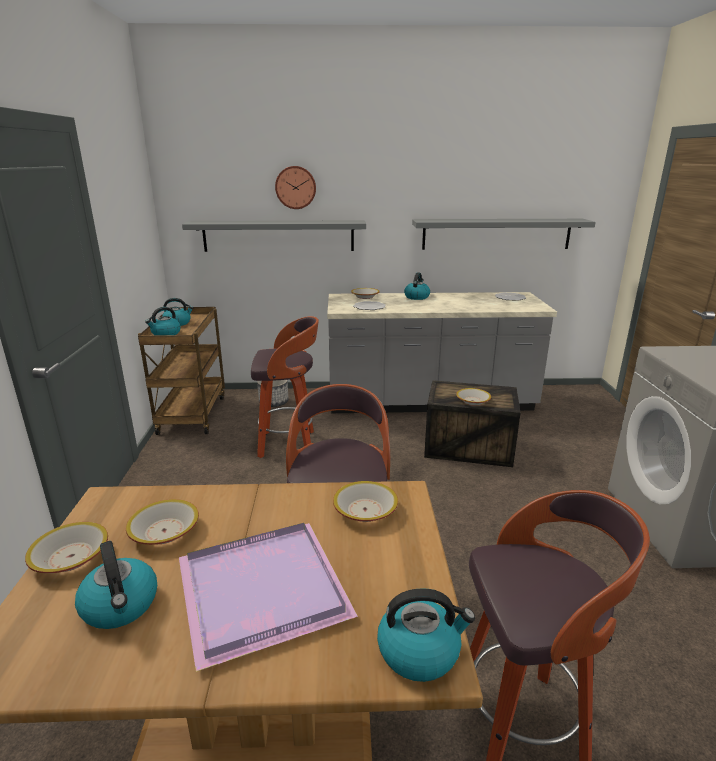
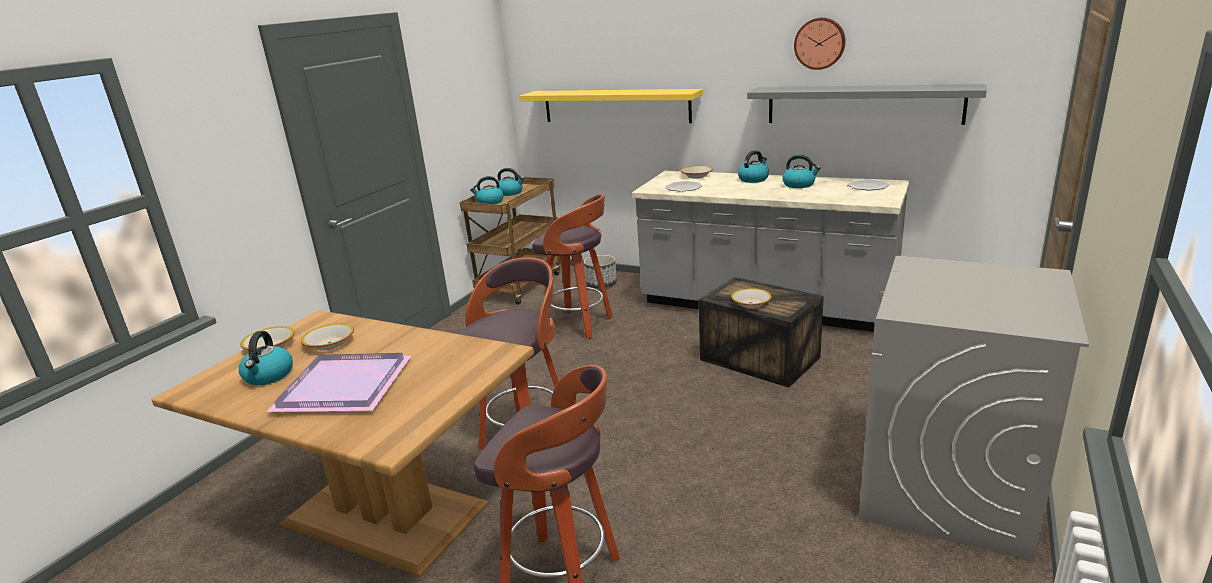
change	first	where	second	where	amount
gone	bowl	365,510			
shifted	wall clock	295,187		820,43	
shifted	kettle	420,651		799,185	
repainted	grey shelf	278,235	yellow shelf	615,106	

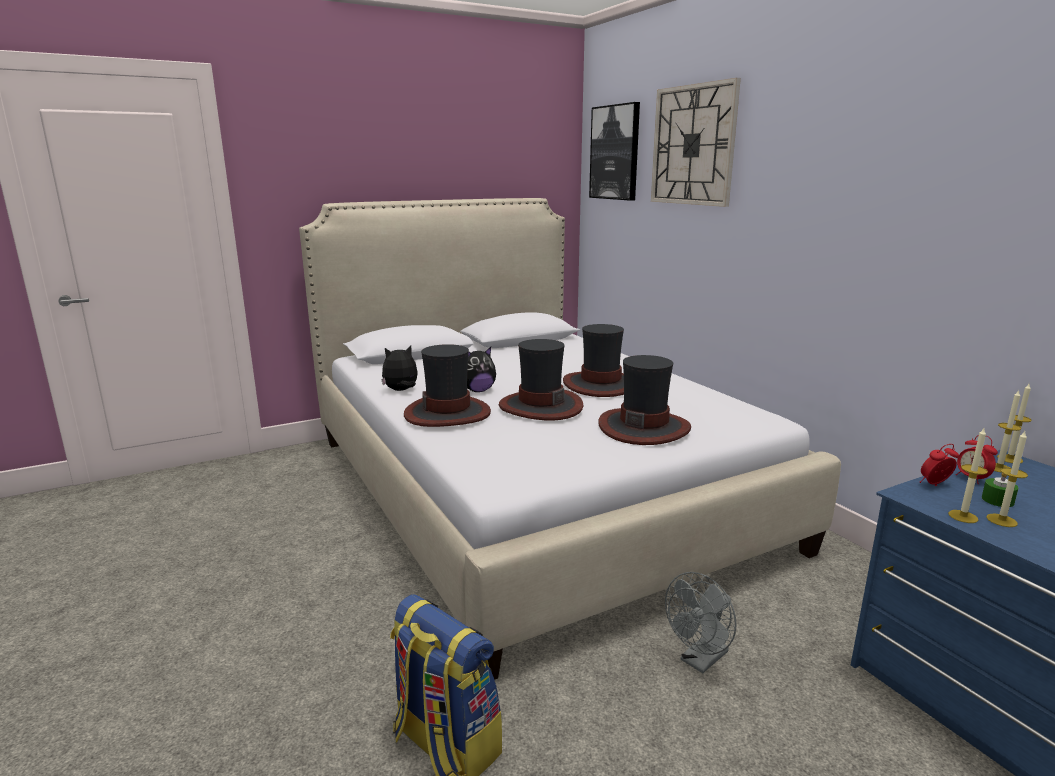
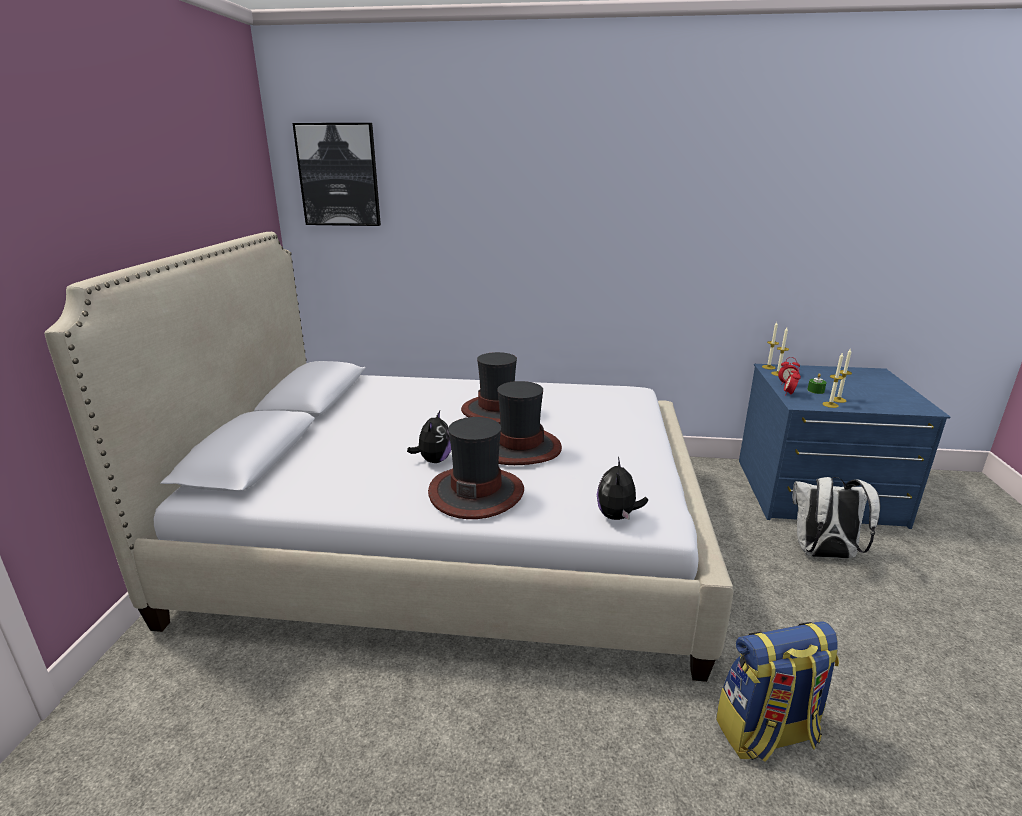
change	first	where	second	where	amount
gone	hat	644,427			
gone	wall clock	693,145			
gone	grey fan	700,661			
new			white backpack	823,554	
shifted	plush toy	401,390		617,516	

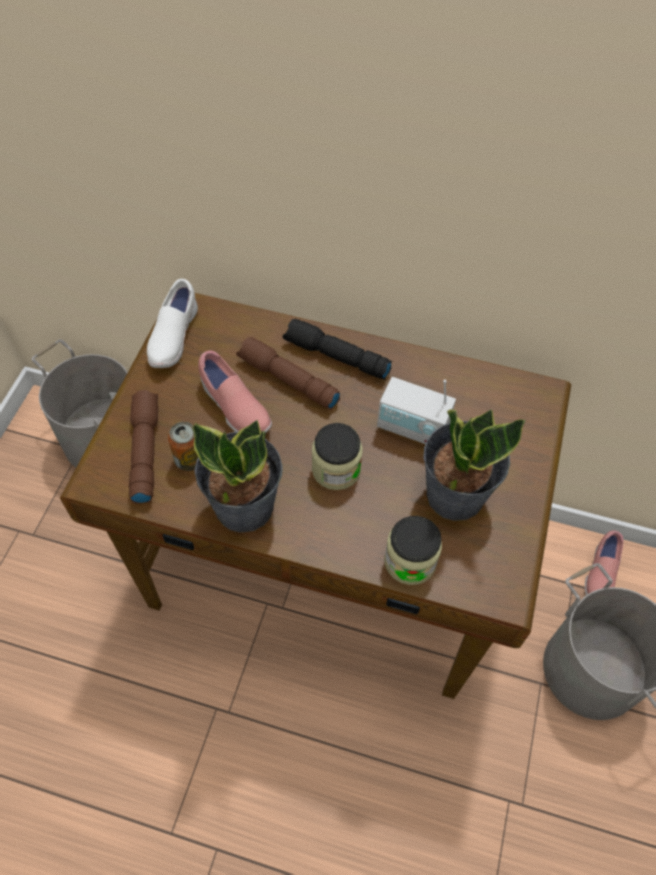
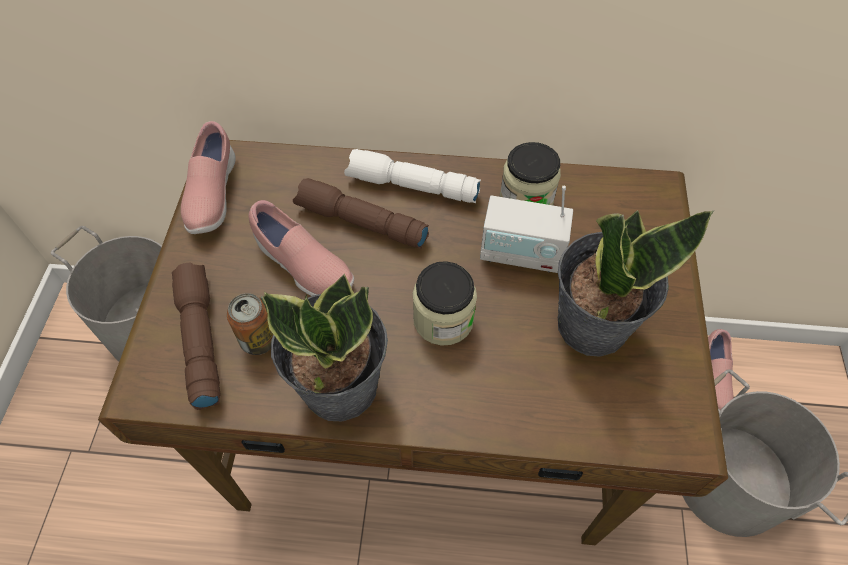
change	first	where	second	where	amount
shifted	jar	410,561		526,199	
repainted	white shoe	173,338	pink shoe	212,195	
repainted	black flashlight	335,357	white flashlight	411,187	

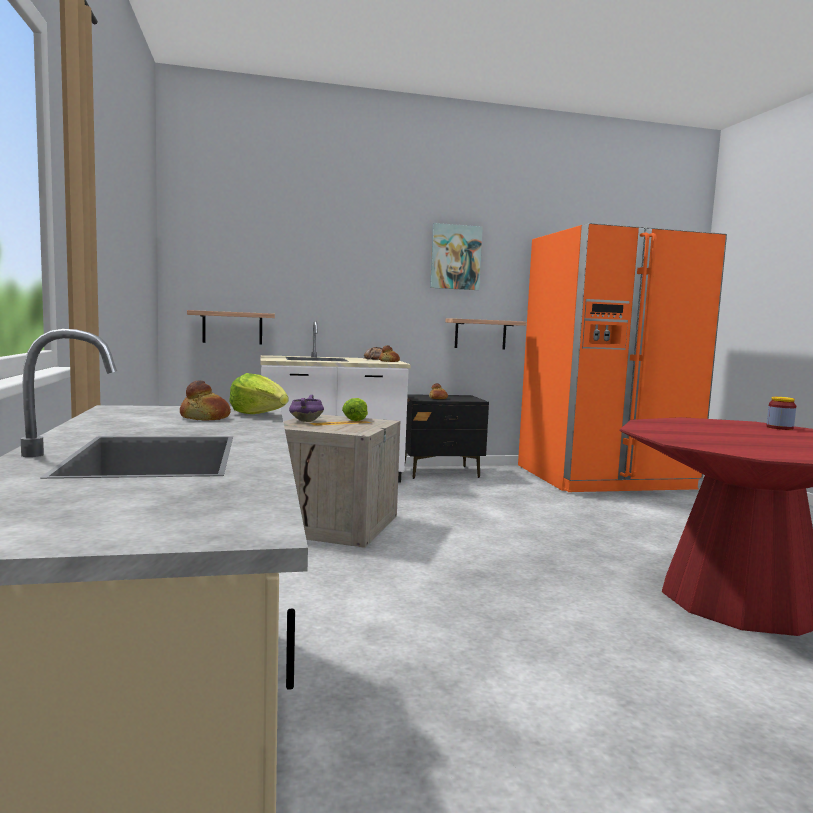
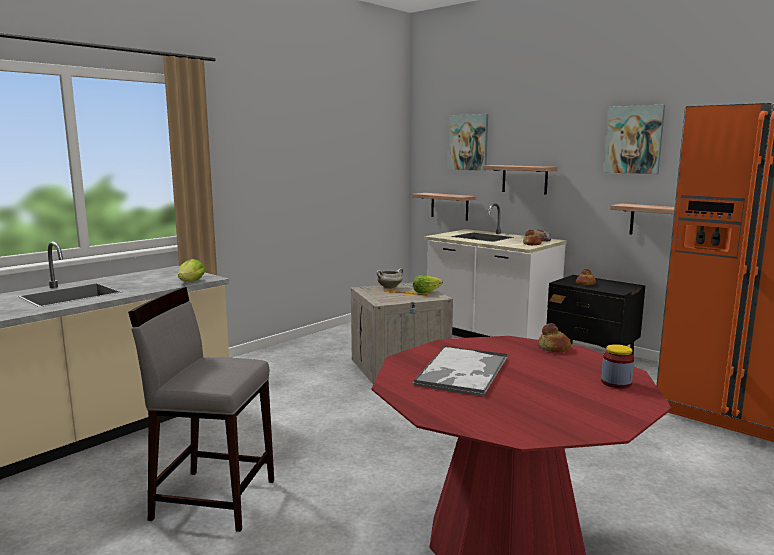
change	first	where	second	where	amount
new			grey stool	213,498	
new			tray	462,372	
new			picture	468,142	
new			shelf	524,179	
shifted	bread	205,418		554,348	
repainted	purple cooking pot	306,421	white cooking pot	389,287	

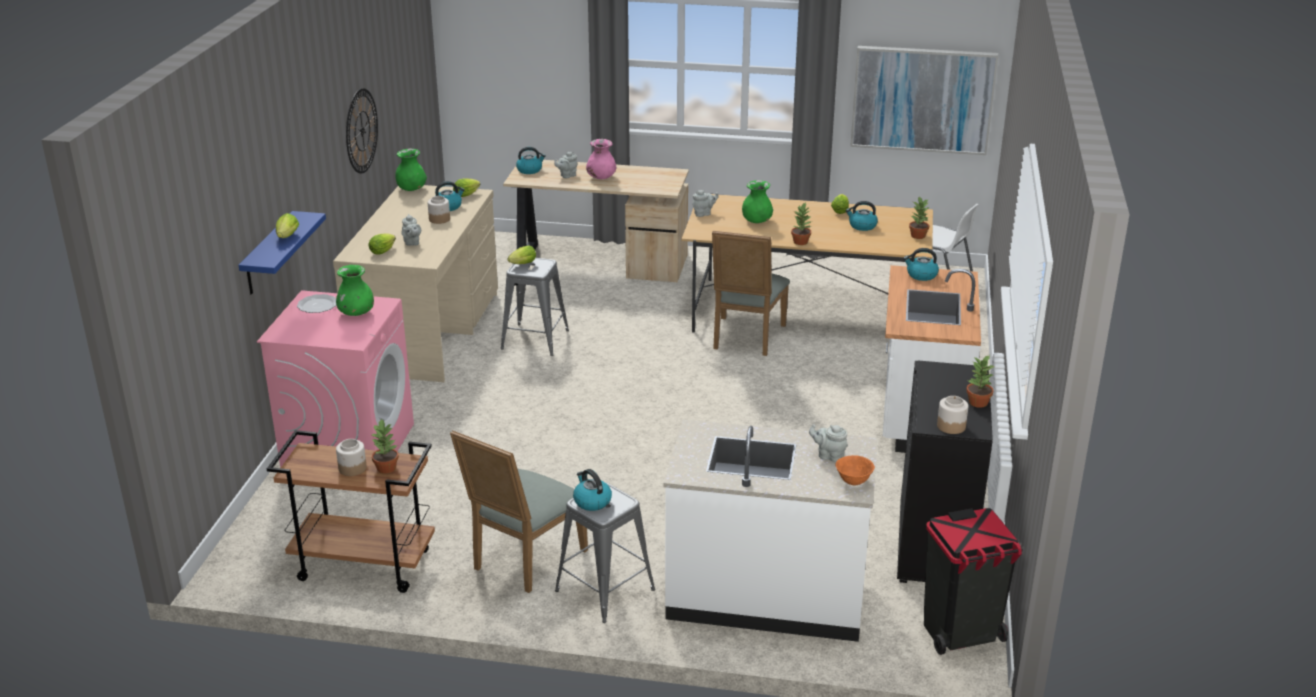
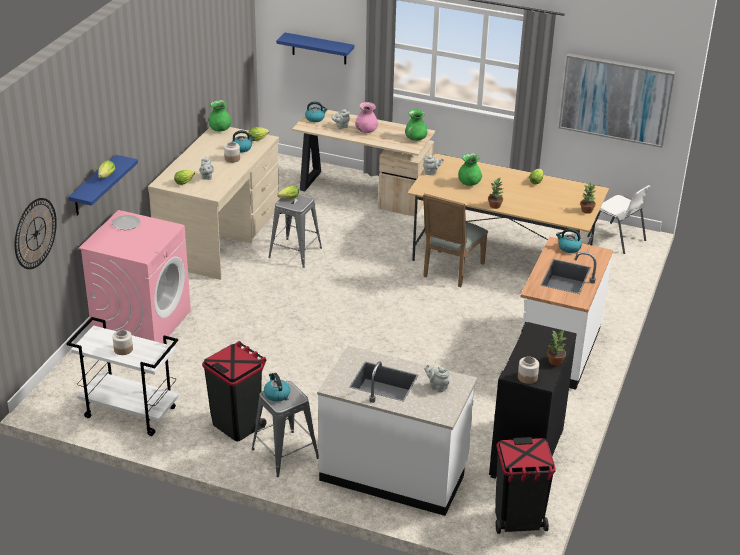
change	first	where	second	where	amount
gone	potted plant	387,468			
gone	orange bowl	853,481			
gone	kettle	862,226			
new			blue shelf	319,48	
shifted	green vase	356,313		415,139	
shifted	wall clock	361,131		35,233	
swapped	grey chair	524,561	black trash can	237,424	
repainted	brown cart	362,566	white cart	129,413	

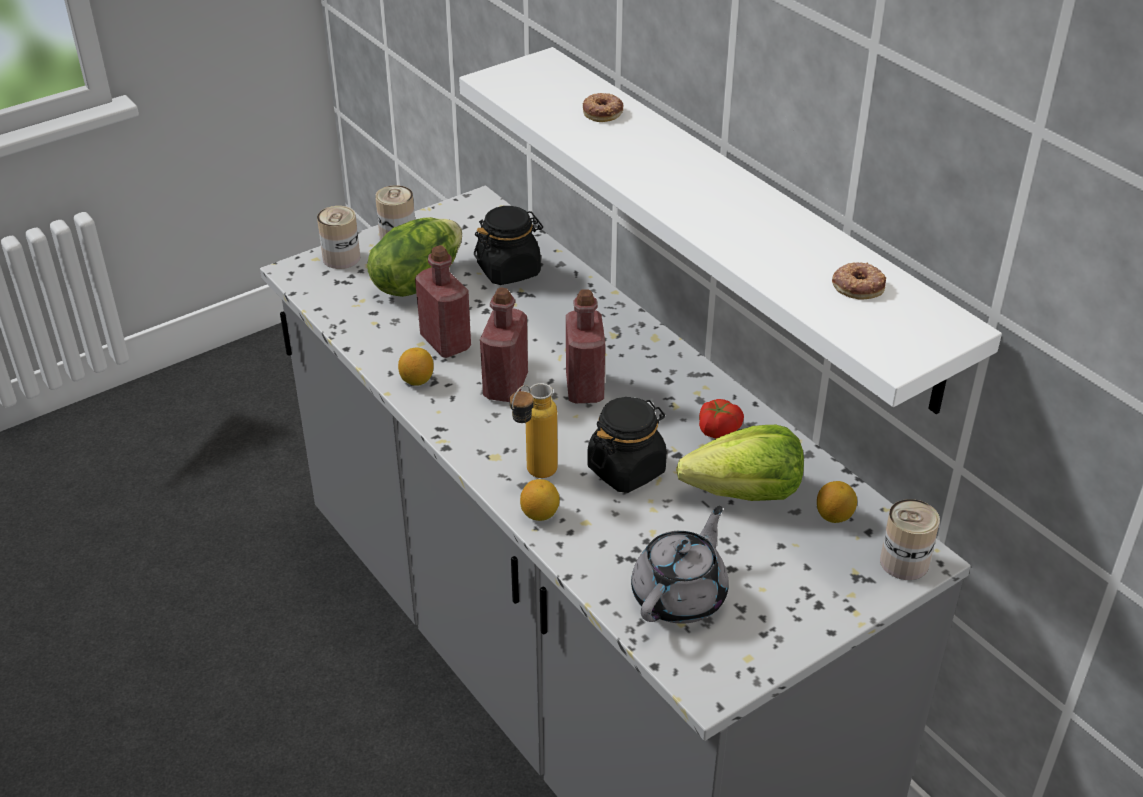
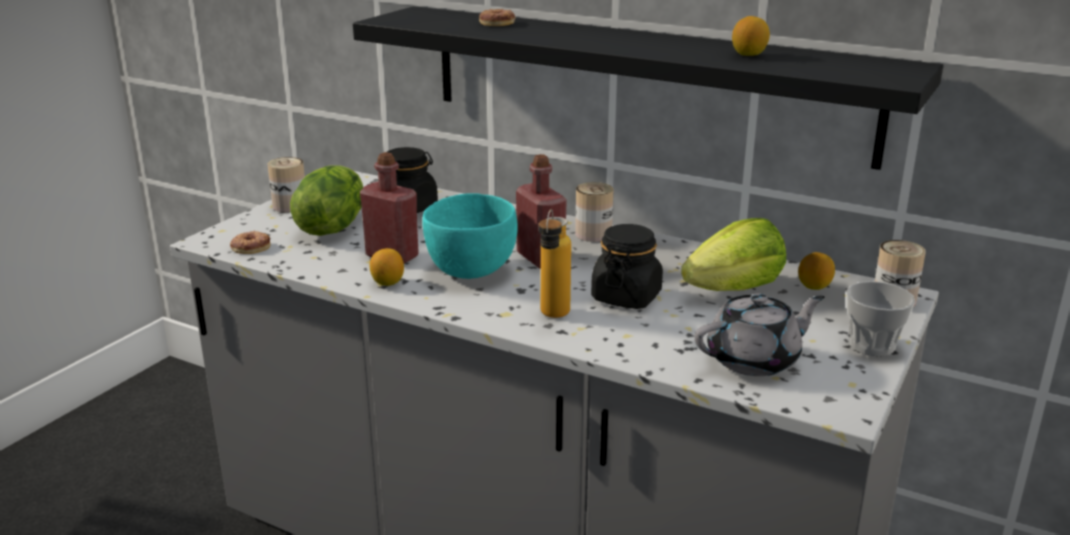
change	first	where	second	where	amount
gone	tomato	717,429			
new			cup	872,345	
shifted	can	341,258		593,234	
shifted	lemon	540,514		748,55	
shifted	donut	858,285		251,247	
swapped	red bottle	505,386	turquoise bowl	472,271	
repainted	white shelf	740,220	black shelf	642,82	
rotated	grey teapot	680,595		755,360	60 degrees clockwise

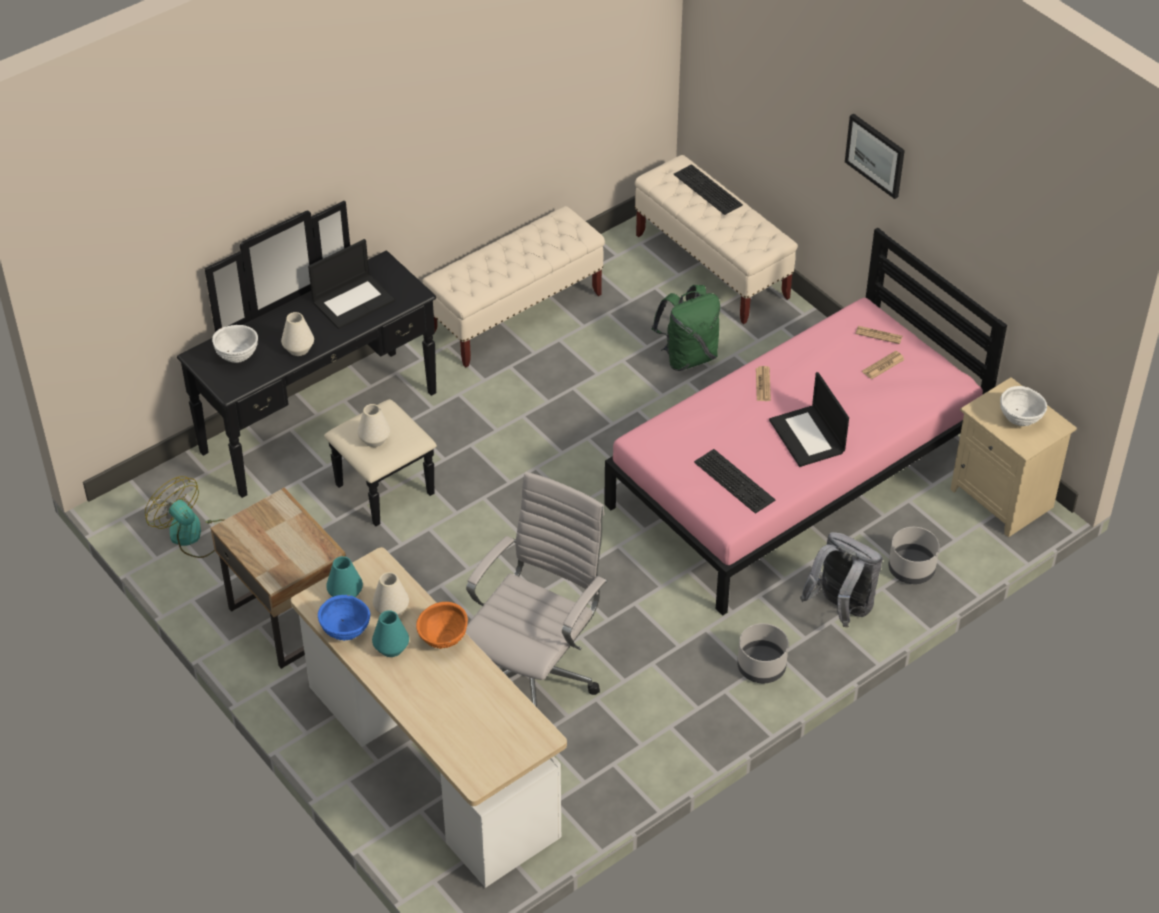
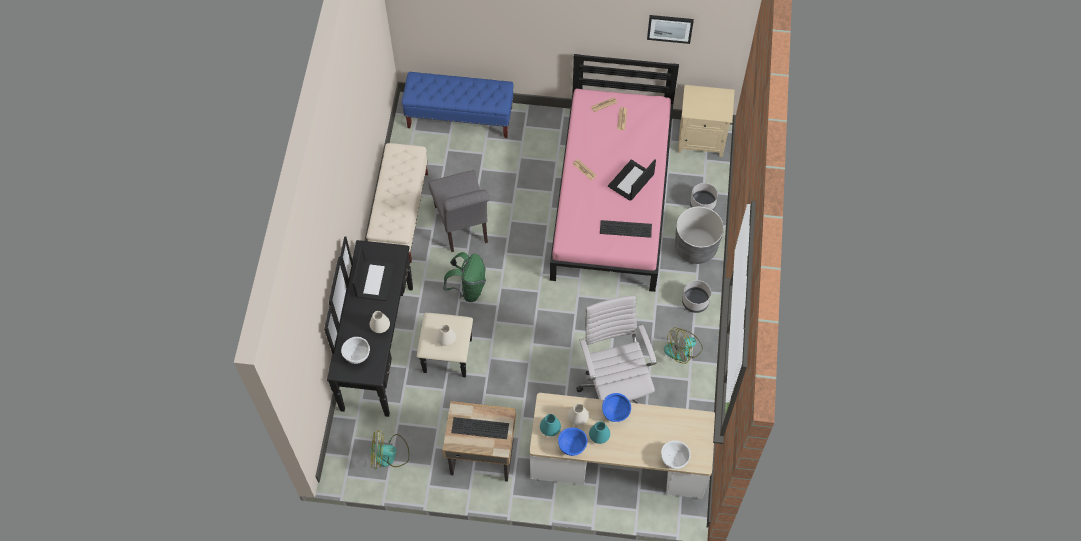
change	first	where	second	where	amount
new			grey chair	463,227	
new			fan	683,349	
shifted	green backpack	688,356		468,288	
shifted	keyboard	706,190		479,429	
shifted	picture	875,155		670,28	
shifted	white bowl	1019,420		674,460	
swapped	grey backpack	840,608	grey planter	695,247	
repainted	orange bowl	443,640	blue bowl	615,413	
repainted	beige bench	712,267	blue bench	460,118	
rotated	laptop	808,437		631,181	105 degrees clockwise

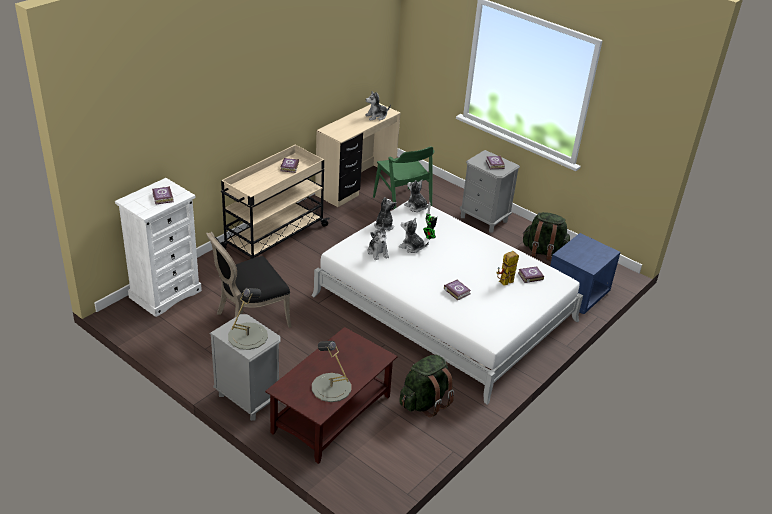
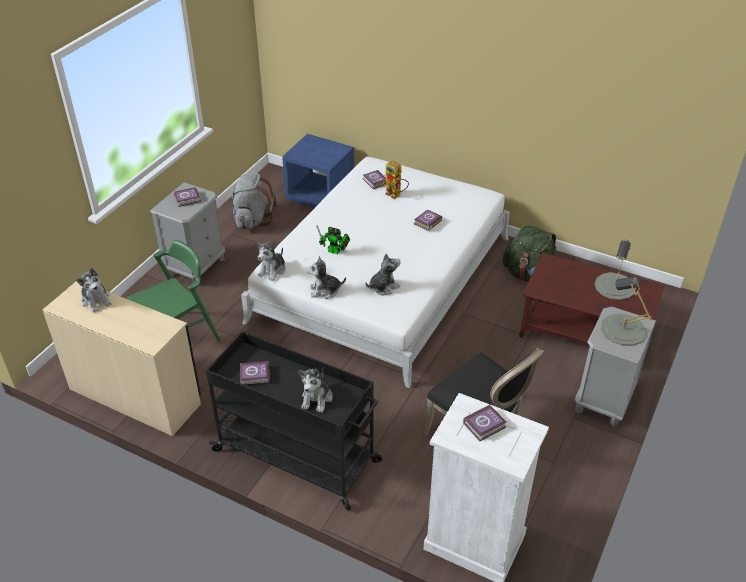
change	first	where	second	where	amount
shifted	plush toy	412,247		317,398	
repainted	beige cart	273,238	black cart	298,456	
repainted	green backpack	543,252	grey backpack	252,220	

